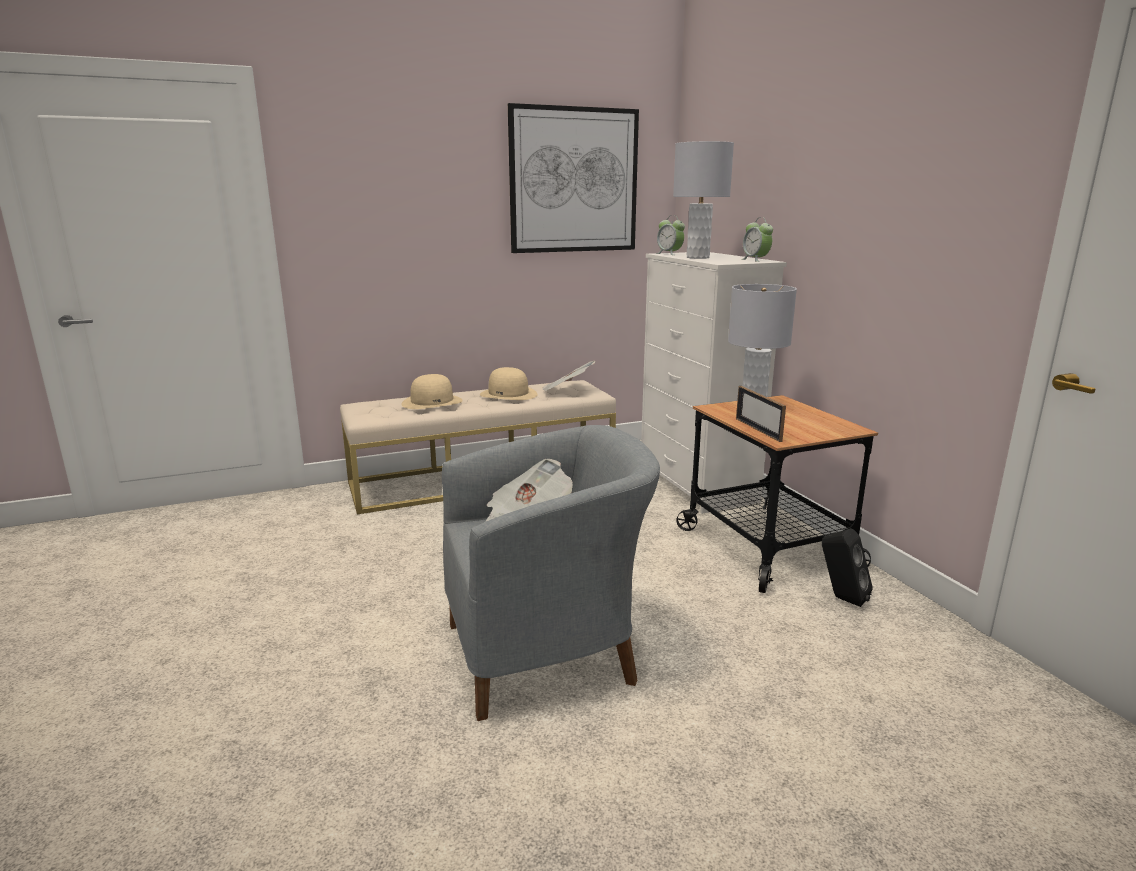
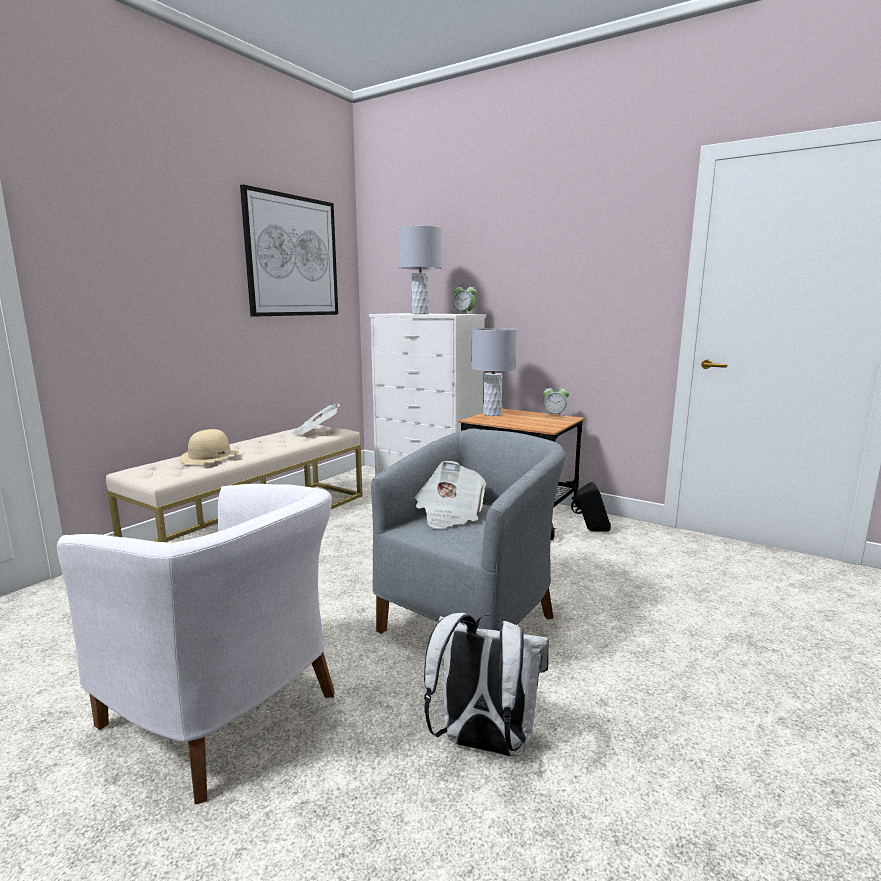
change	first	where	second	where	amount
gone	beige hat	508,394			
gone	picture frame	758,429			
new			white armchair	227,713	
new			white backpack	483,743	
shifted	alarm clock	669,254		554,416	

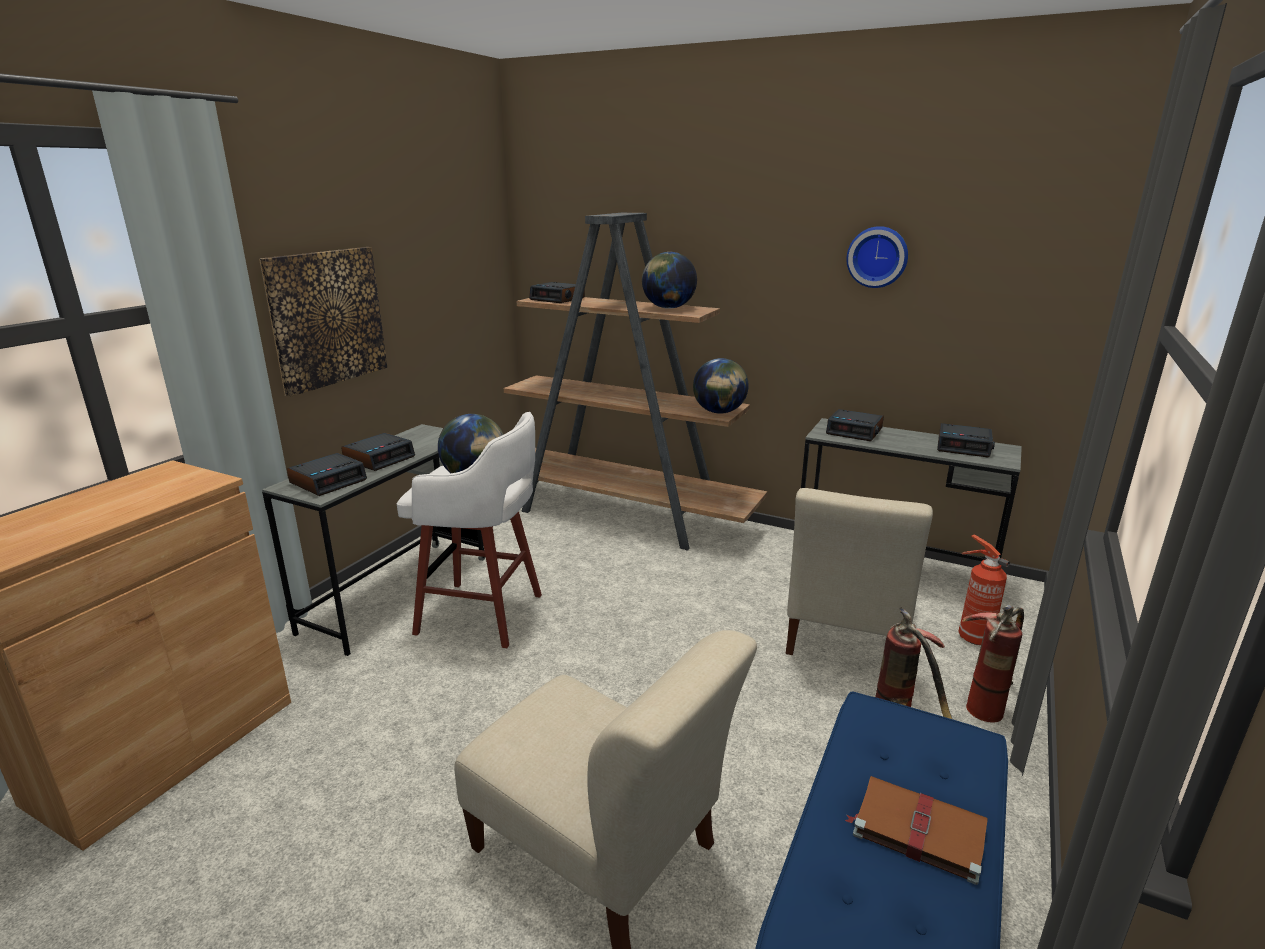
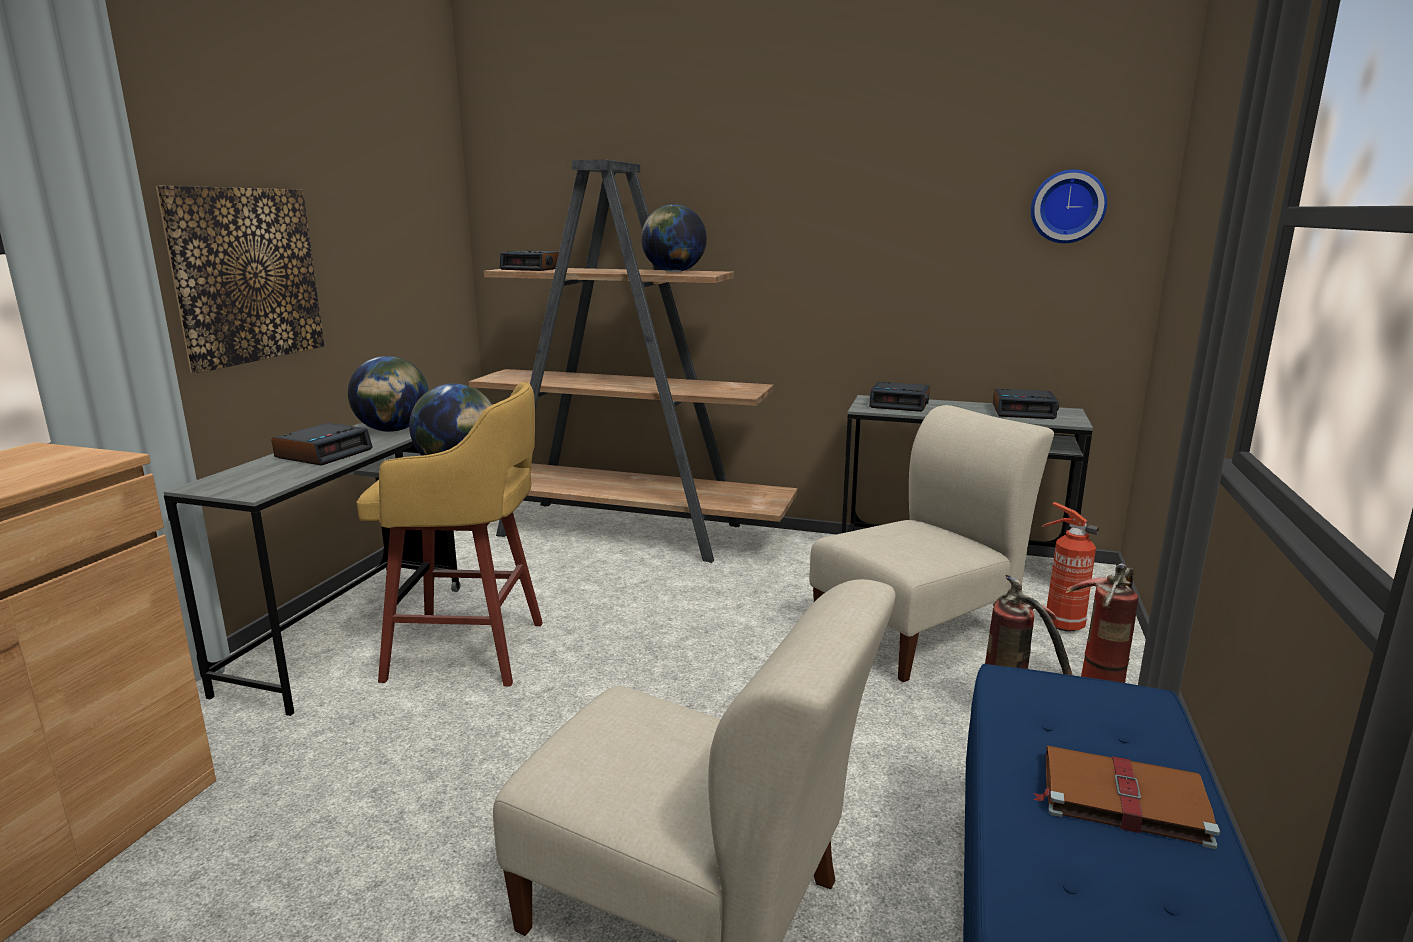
change	first	where	second	where	amount
gone	alarm clock	328,481			
shifted	globe	719,412		393,430	
shifted	wall clock	877,257		1067,206	
repainted	white stool	484,615	yellow stool	472,651	
rotated	beige chair	845,632		920,631	135 degrees counterclockwise

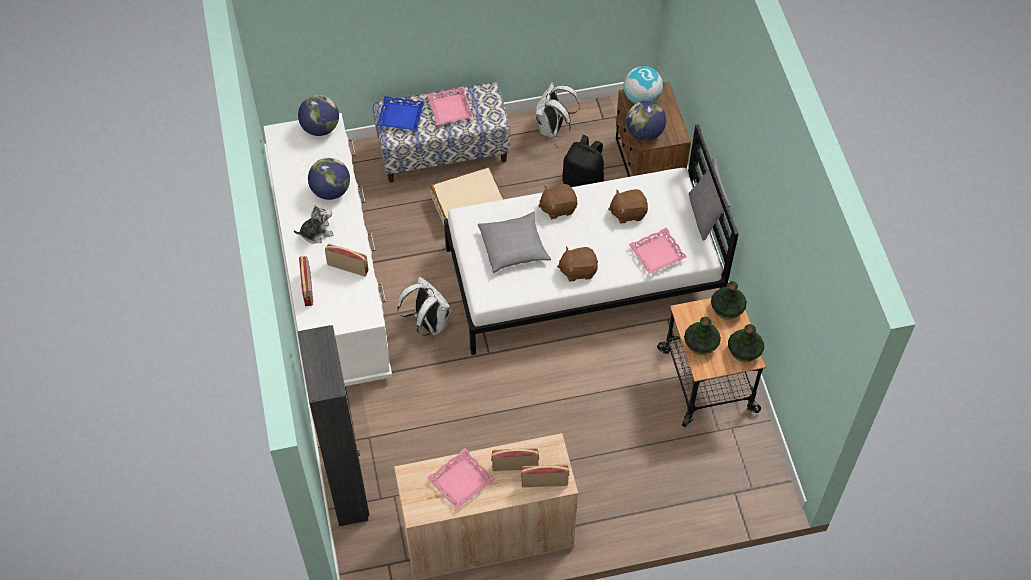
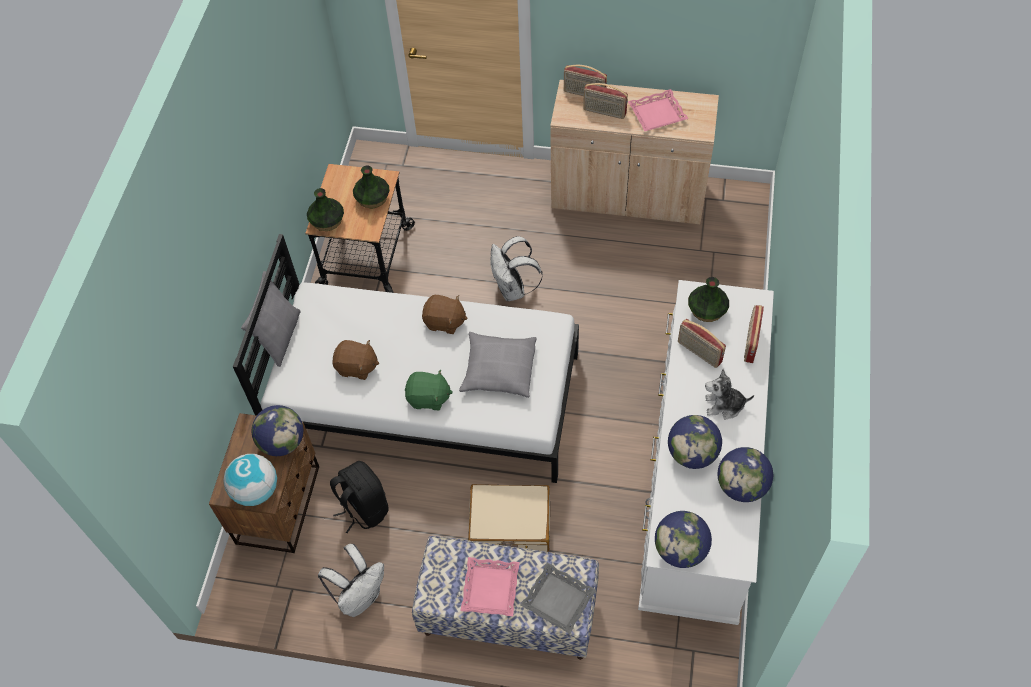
change	first	where	second	where	amount
gone	black wardrobe	349,490			
gone	pink tray	657,254			
new			globe	741,486	
shifted	white backpack	428,323		513,289	
shifted	vase	744,351		707,311	
repainted	blue tray	401,116	grey tray	557,600	
repainted	brown plush toy	558,208	green plush toy	428,398	

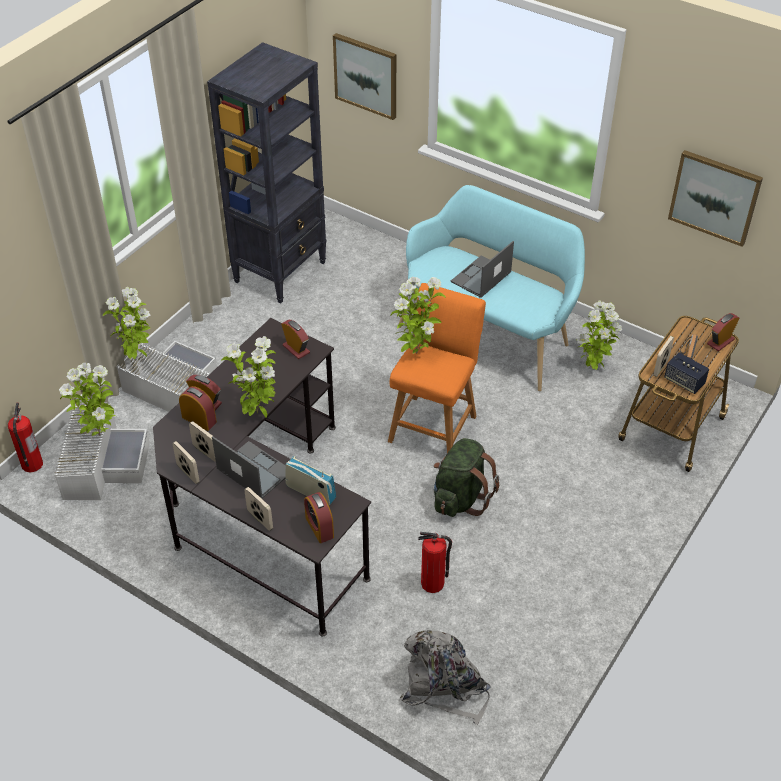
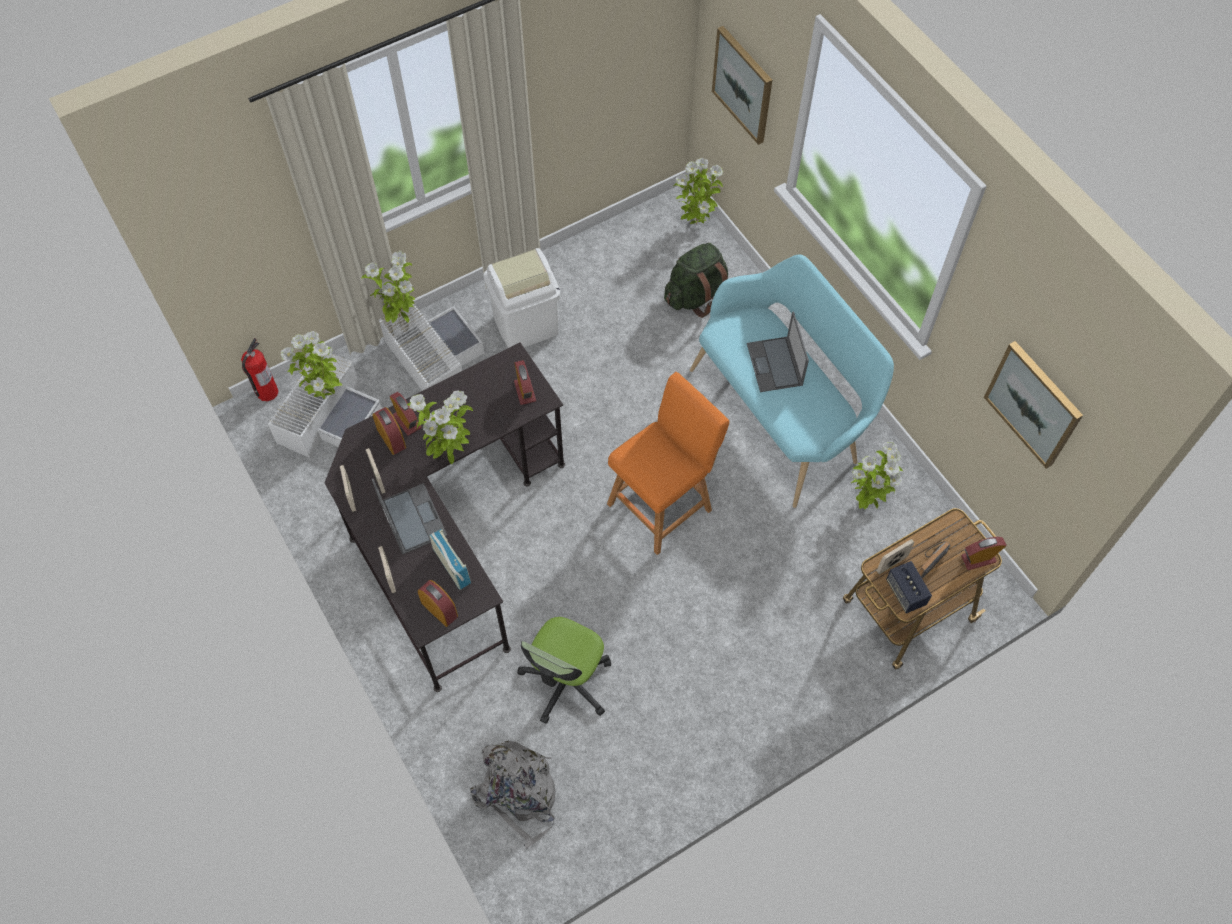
change	first	where	second	where	amount
gone	black bookcase	281,271			
new			white trash can	526,324	
shifted	potted plant	416,352		696,223	
shifted	green backpack	460,498		696,296	
swapped	fire extinguisher	433,583	office chair	566,681	
rotated	alarm clock	319,527		439,609	135 degrees clockwise
rotated	laptop	480,277		775,365	75 degrees counterclockwise

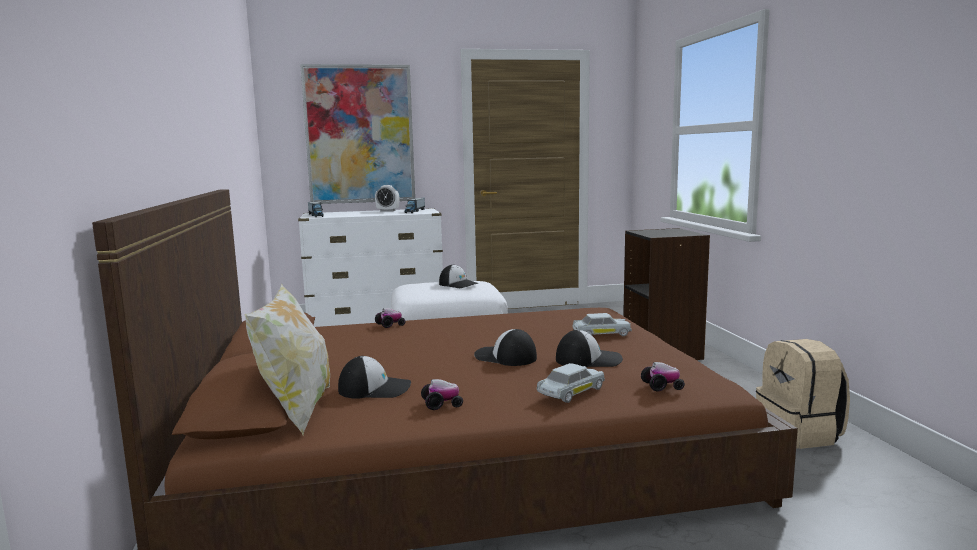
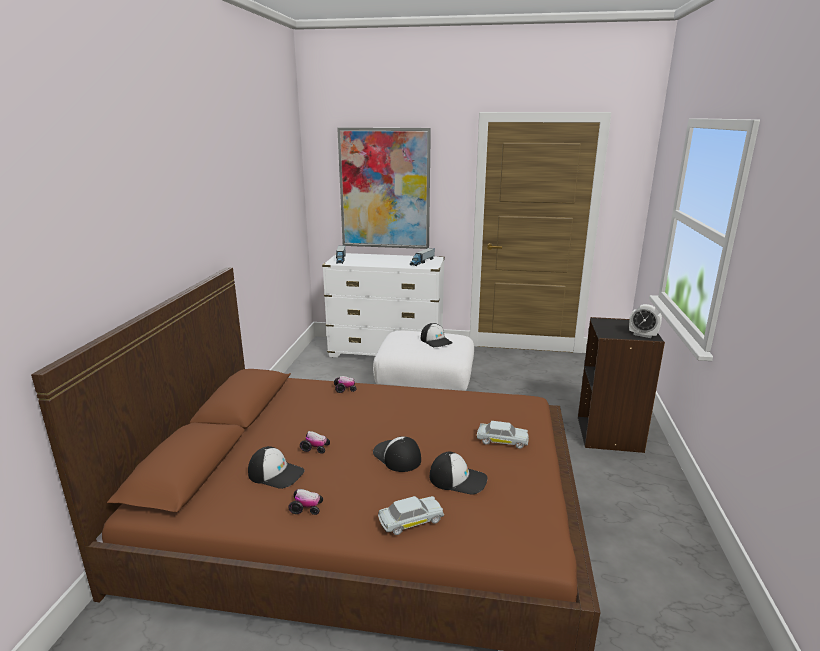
change	first	where	second	where	amount
gone	pillow	297,410			
gone	beige backpack	799,434			
shifted	alarm clock	387,211		642,335	
shifted	toy car	662,387		315,448	

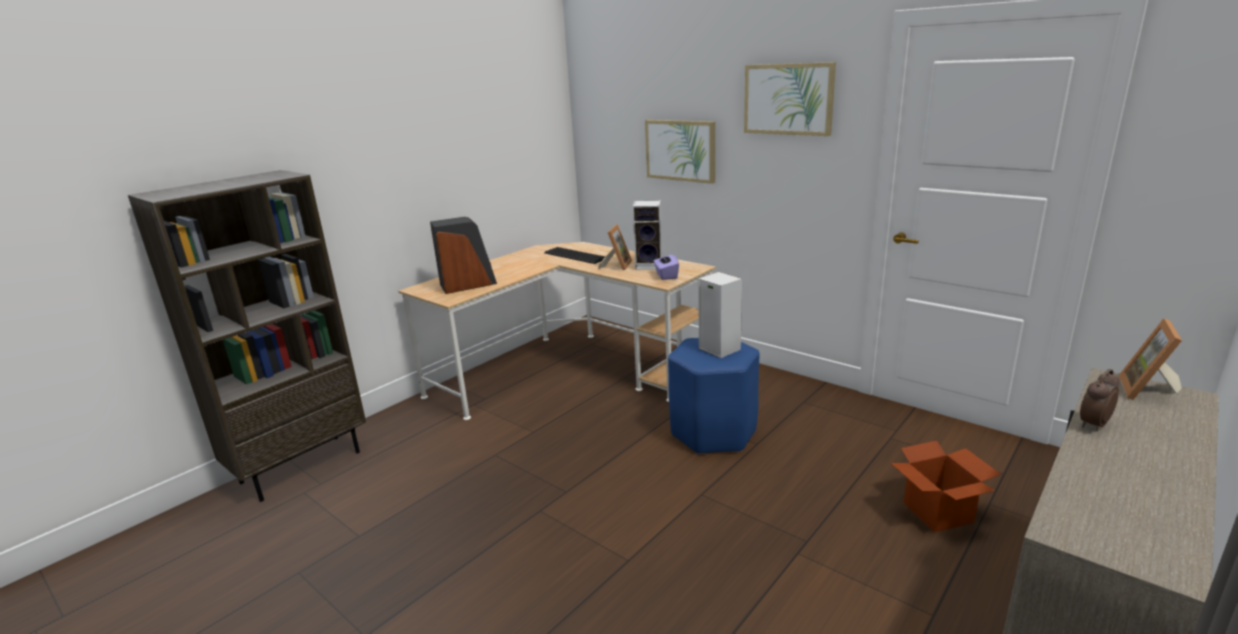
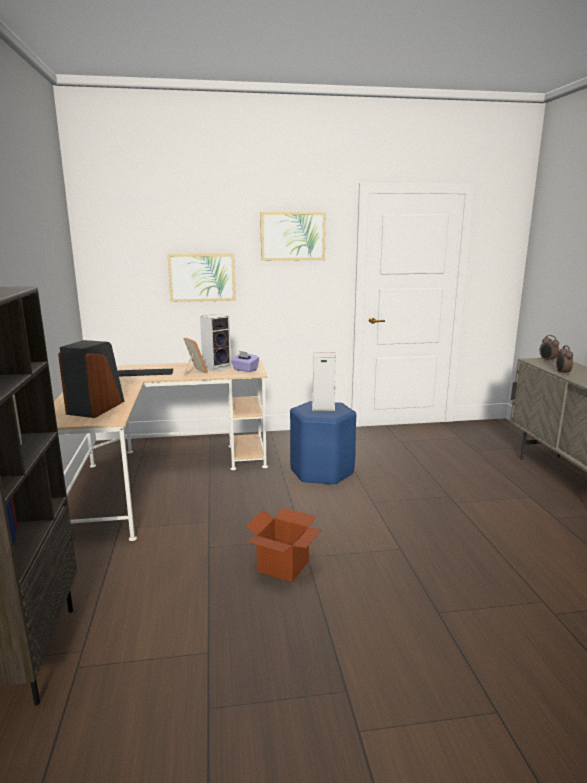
change	first	where	second	where	amount
shifted	cardboard box	937,512		283,566	
swapped	picture frame	1148,391	alarm clock	547,360	

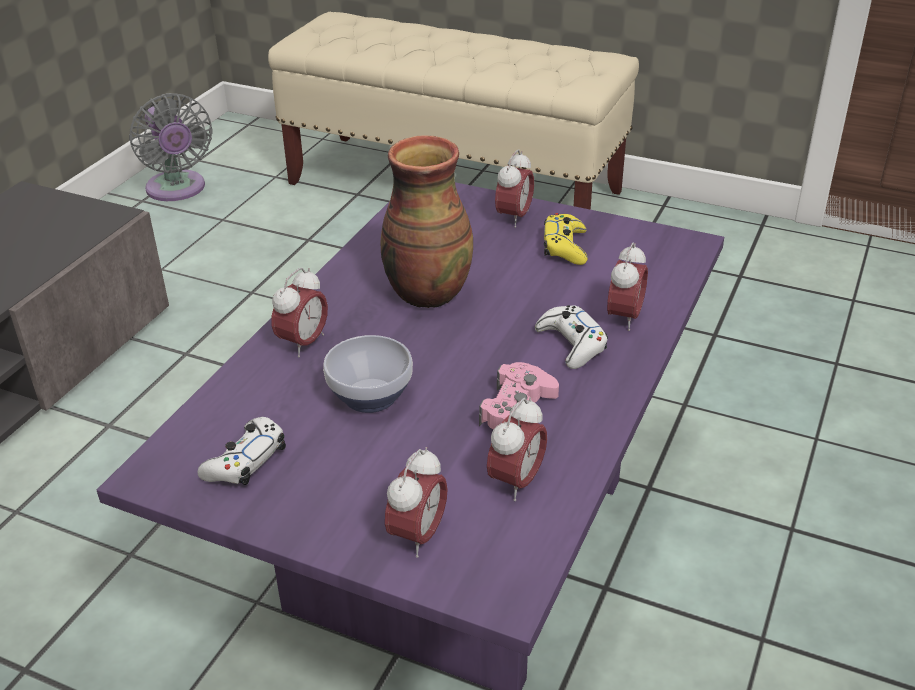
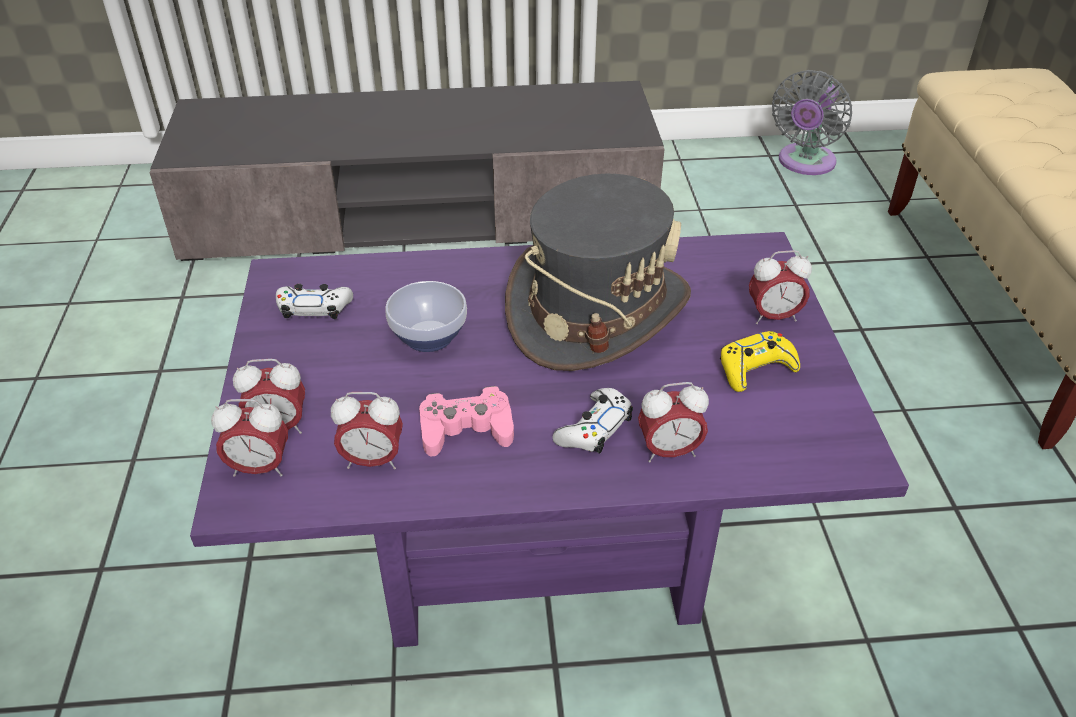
change	first	where	second	where	amount
shifted	alarm clock	303,343		260,468	
swapped	vase	426,293	grey hat	596,311	

